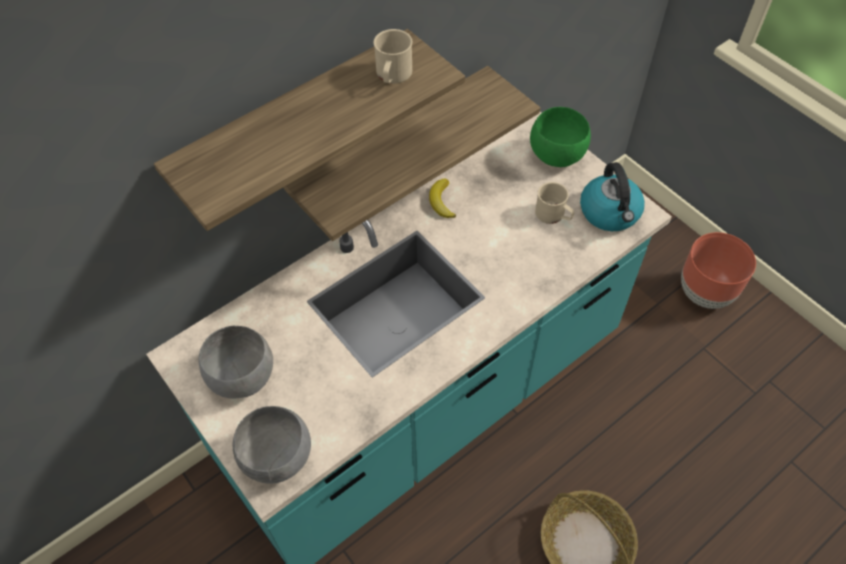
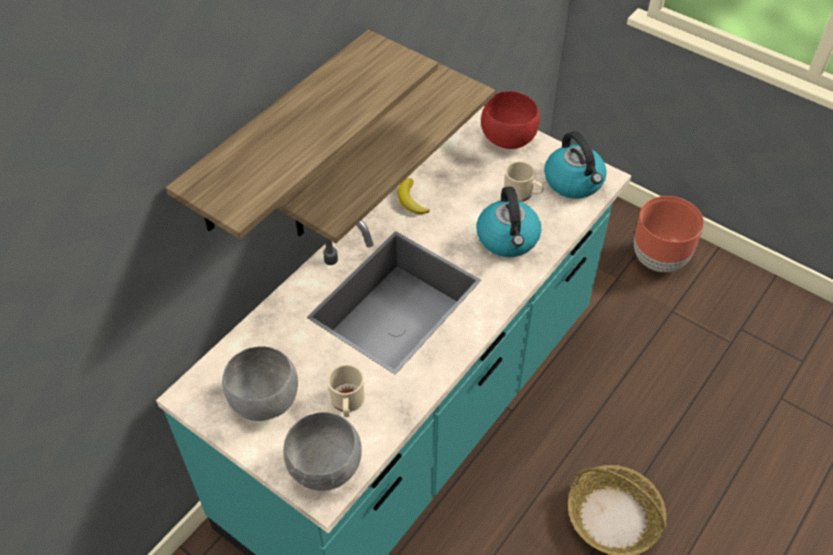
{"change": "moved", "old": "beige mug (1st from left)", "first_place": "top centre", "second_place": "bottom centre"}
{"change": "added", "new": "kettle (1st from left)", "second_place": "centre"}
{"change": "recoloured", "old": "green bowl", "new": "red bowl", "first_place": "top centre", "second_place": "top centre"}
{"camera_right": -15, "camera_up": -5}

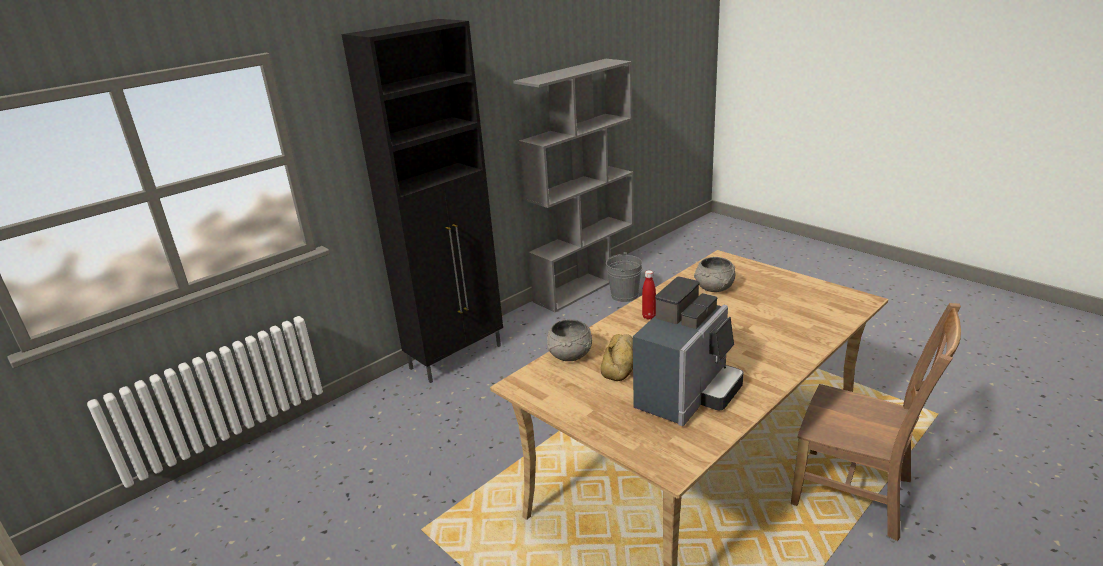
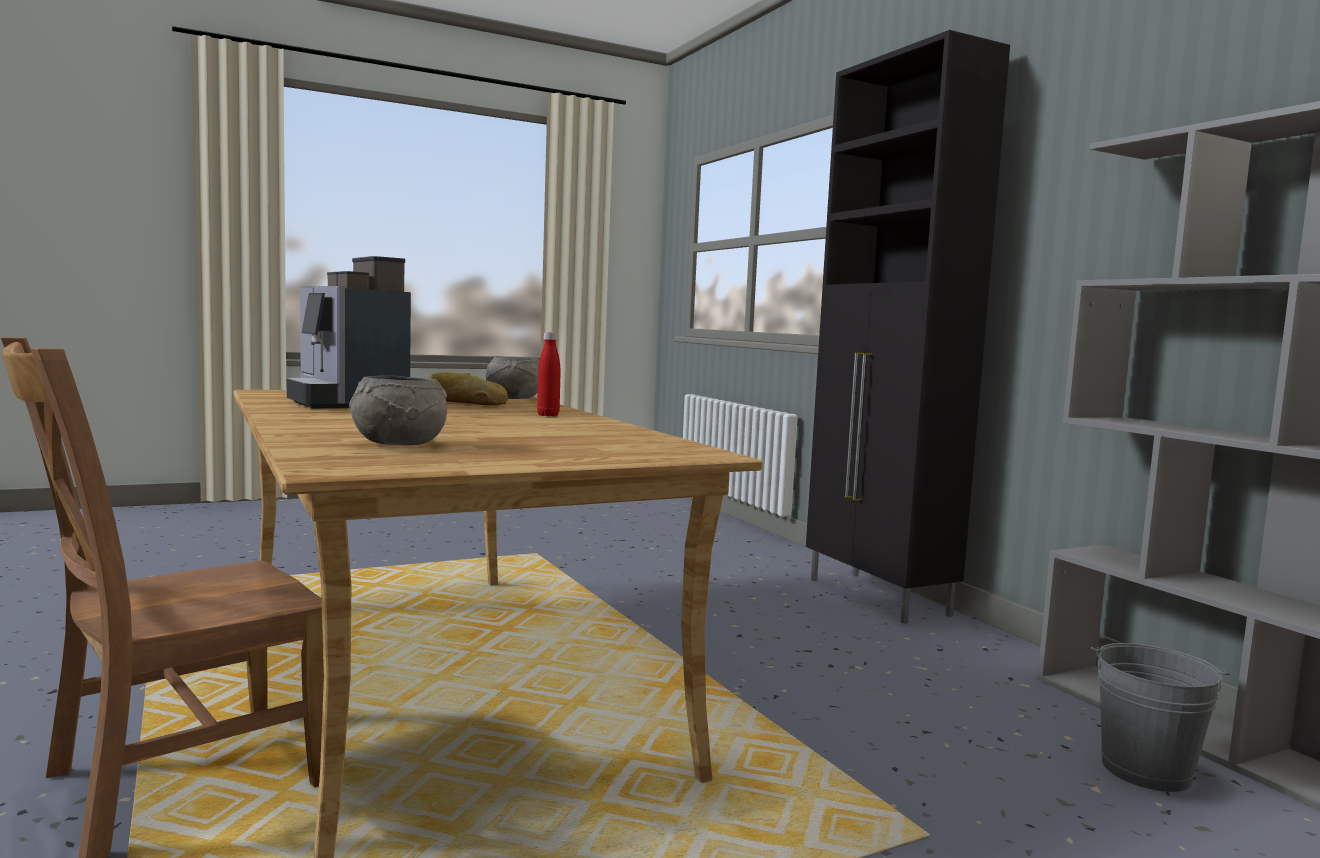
{"change": "moved", "old": "grey bowl (2nd from left in the first image)", "new": "grey bowl (1st from left)", "first_place": "centre", "second_place": "middle left"}
{"camera_right": 105, "camera_up": -20}

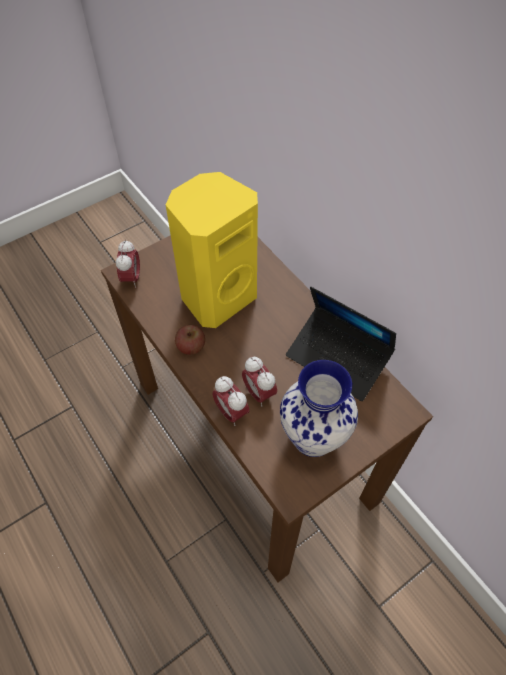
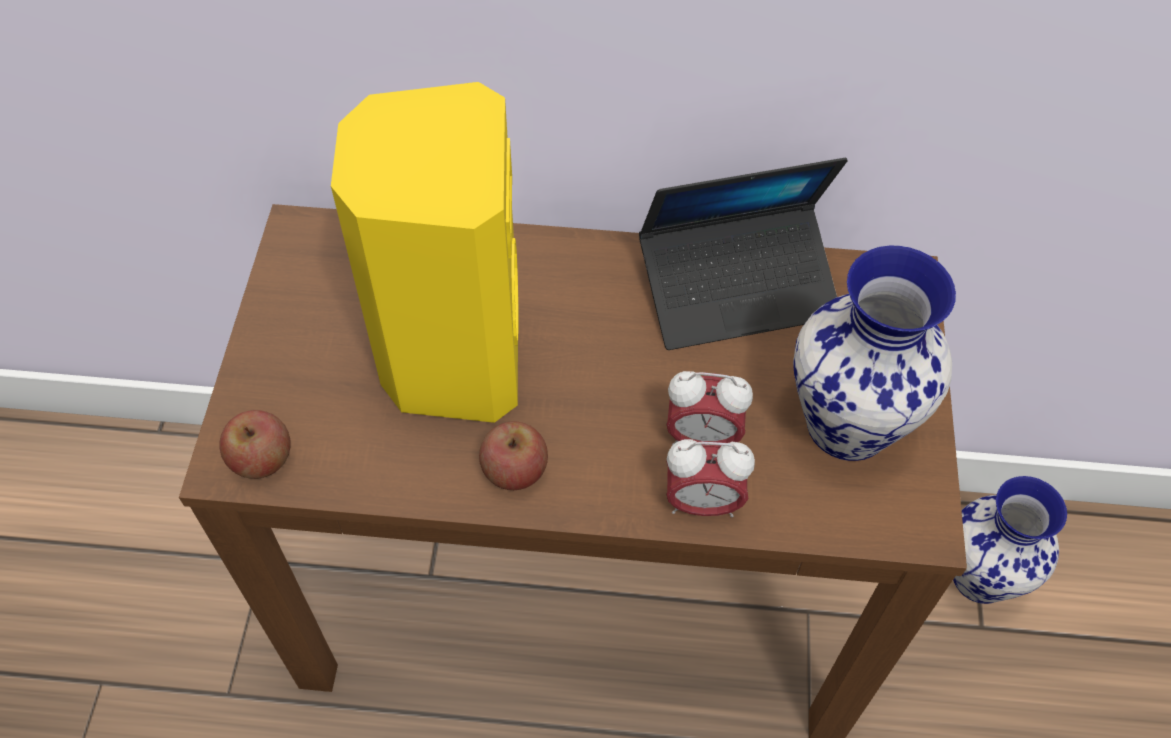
{"change": "replaced", "old": "alarm clock (1st from left)", "new": "apple (1st from left)", "first_place": "middle left", "second_place": "middle left"}
{"change": "added", "new": "vase (2nd from left)", "second_place": "bottom right"}
{"camera_right": -50, "camera_up": 0}

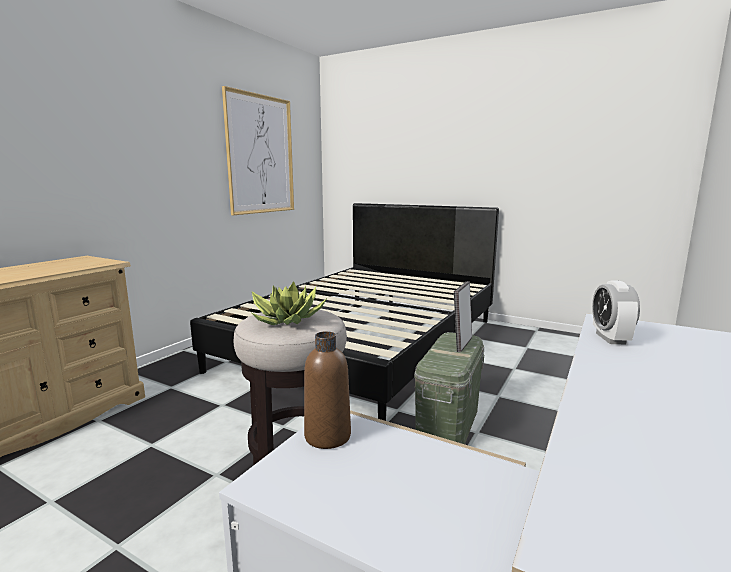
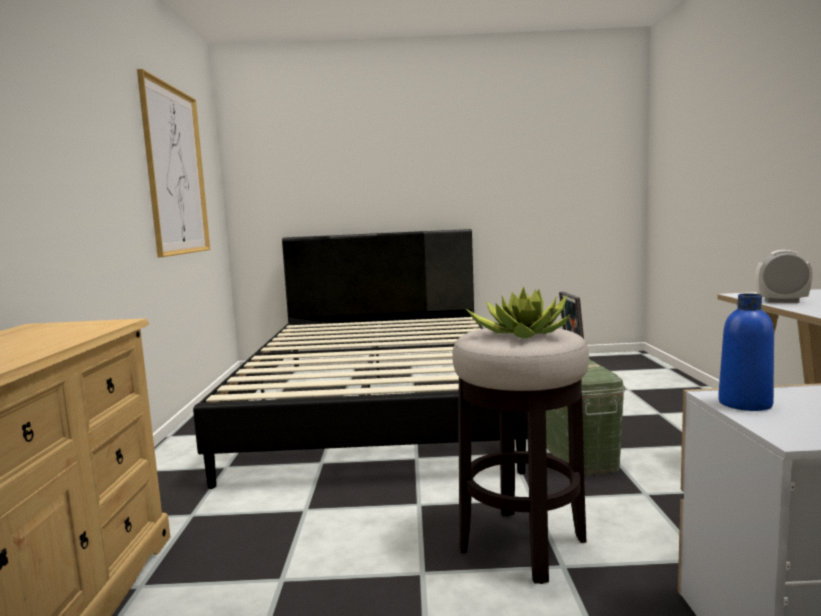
{"change": "recoloured", "old": "brown bottle", "new": "blue bottle", "first_place": "bottom centre", "second_place": "middle right"}
{"change": "turned", "old": "alarm clock", "first_place": "middle right", "second_place": "middle right", "degrees": 135}
{"camera_right": -30, "camera_up": -5}

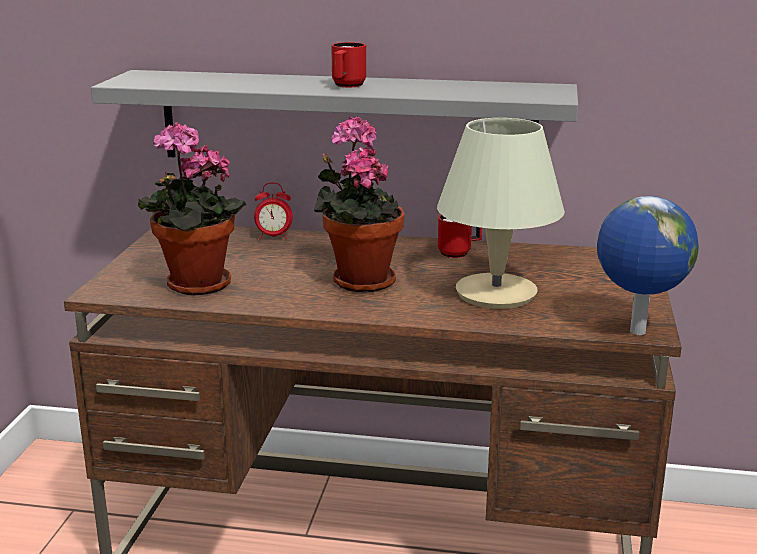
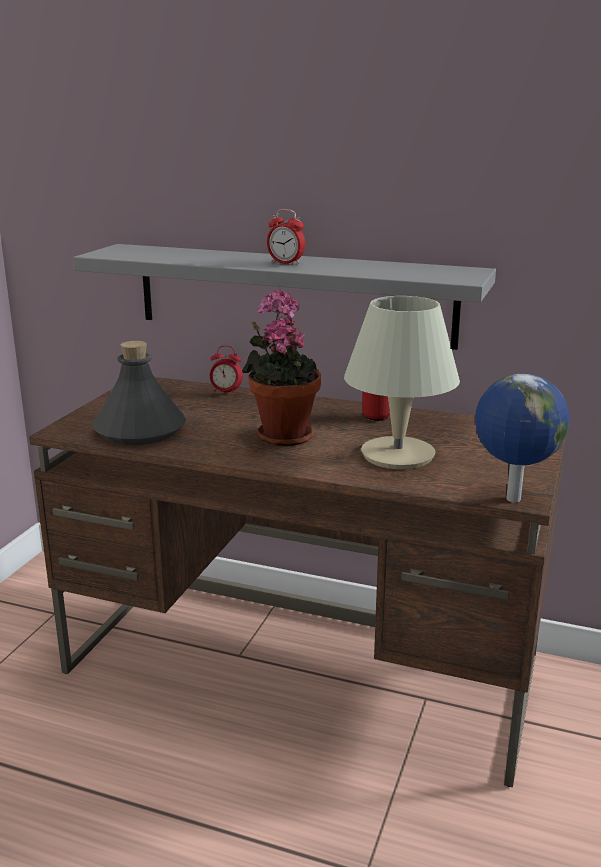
{"change": "replaced", "old": "potted plant (1st from left)", "new": "grey bottle", "first_place": "middle left", "second_place": "middle left"}
{"change": "replaced", "old": "red mug (1st from left)", "new": "alarm clock (2nd from left)", "first_place": "top centre", "second_place": "top centre"}
{"camera_right": 10, "camera_up": 0}

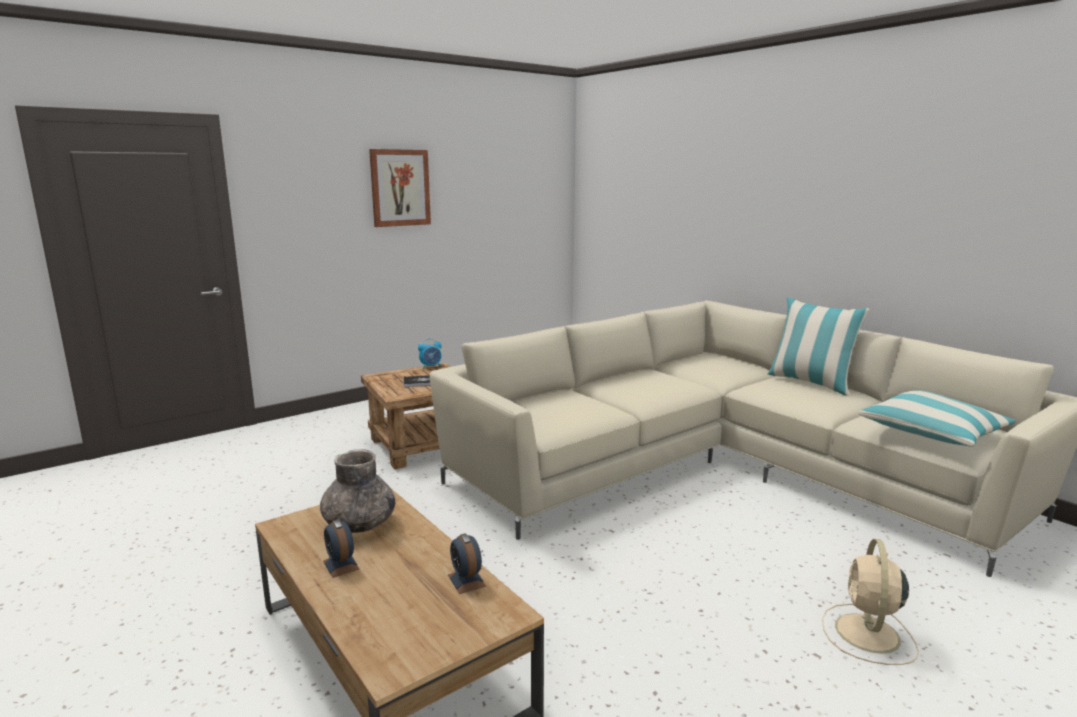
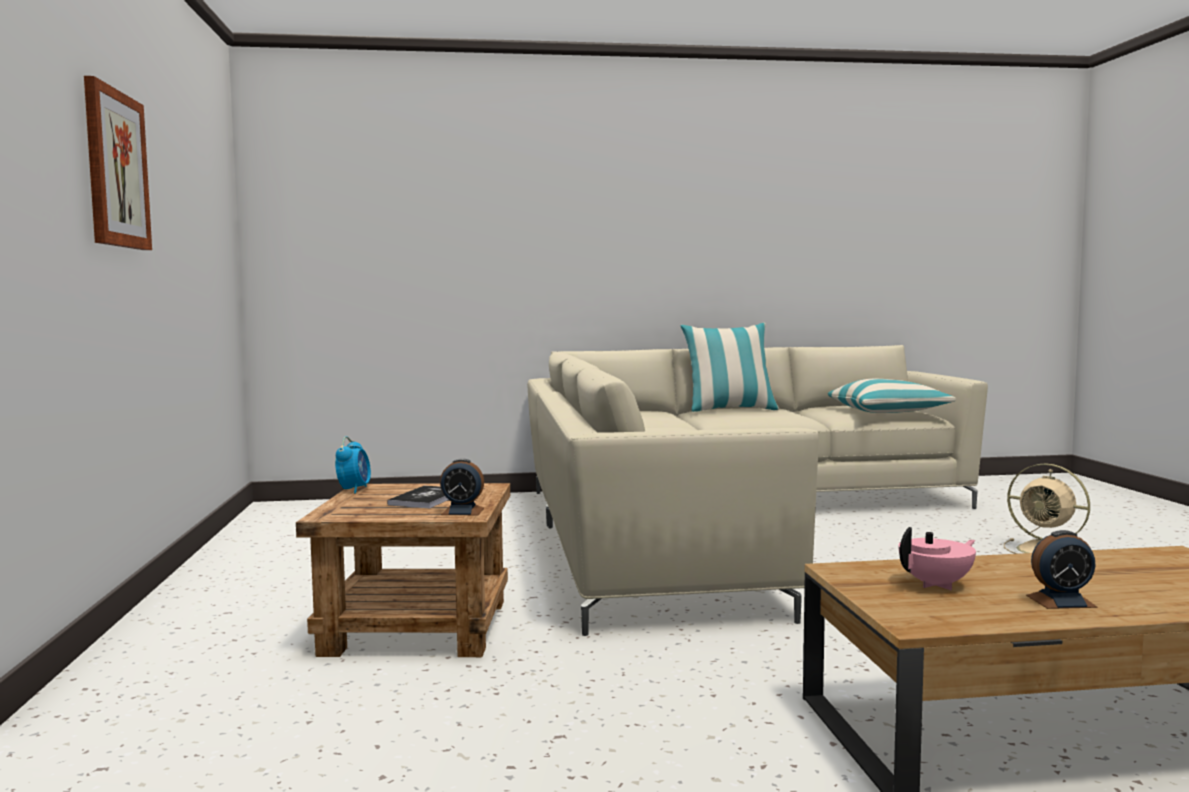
{"change": "moved", "old": "alarm clock (3rd from left in the first image)", "new": "alarm clock (2nd from left)", "first_place": "bottom centre", "second_place": "centre"}
{"change": "replaced", "old": "grey vase", "new": "pink teapot", "first_place": "bottom left", "second_place": "bottom right"}
{"camera_right": -60, "camera_up": -10}

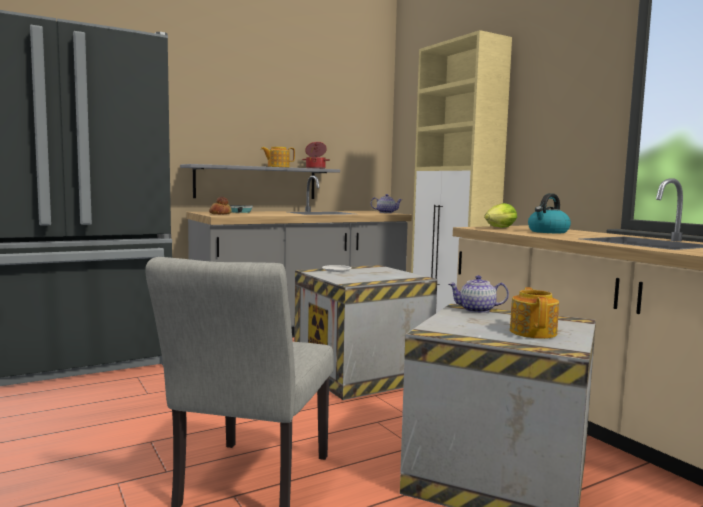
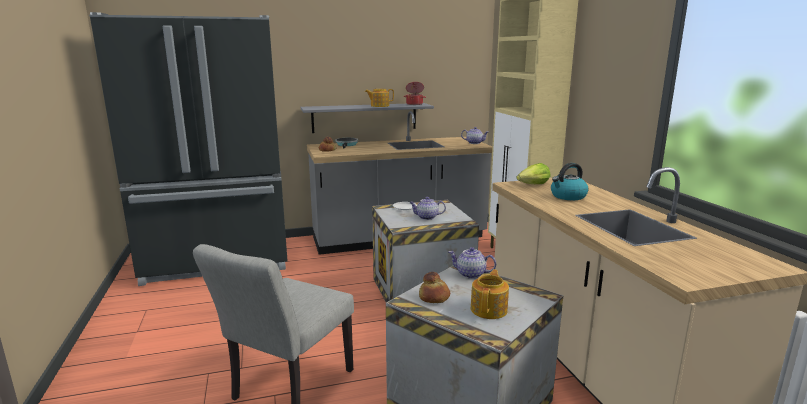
{"change": "added", "new": "teapot (2nd from left)", "second_place": "centre"}
{"change": "added", "new": "bread (2nd from left)", "second_place": "bottom centre"}
{"camera_right": 15, "camera_up": 10}

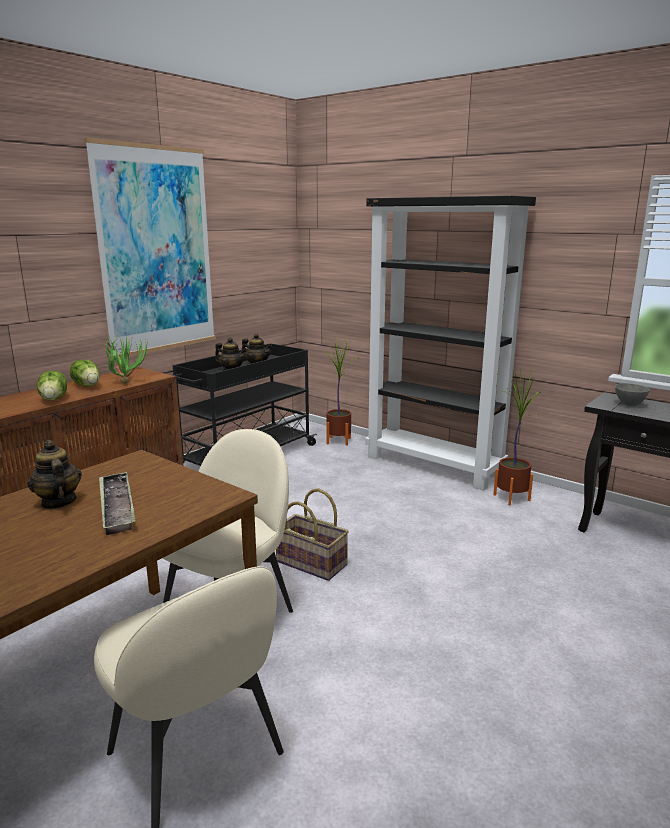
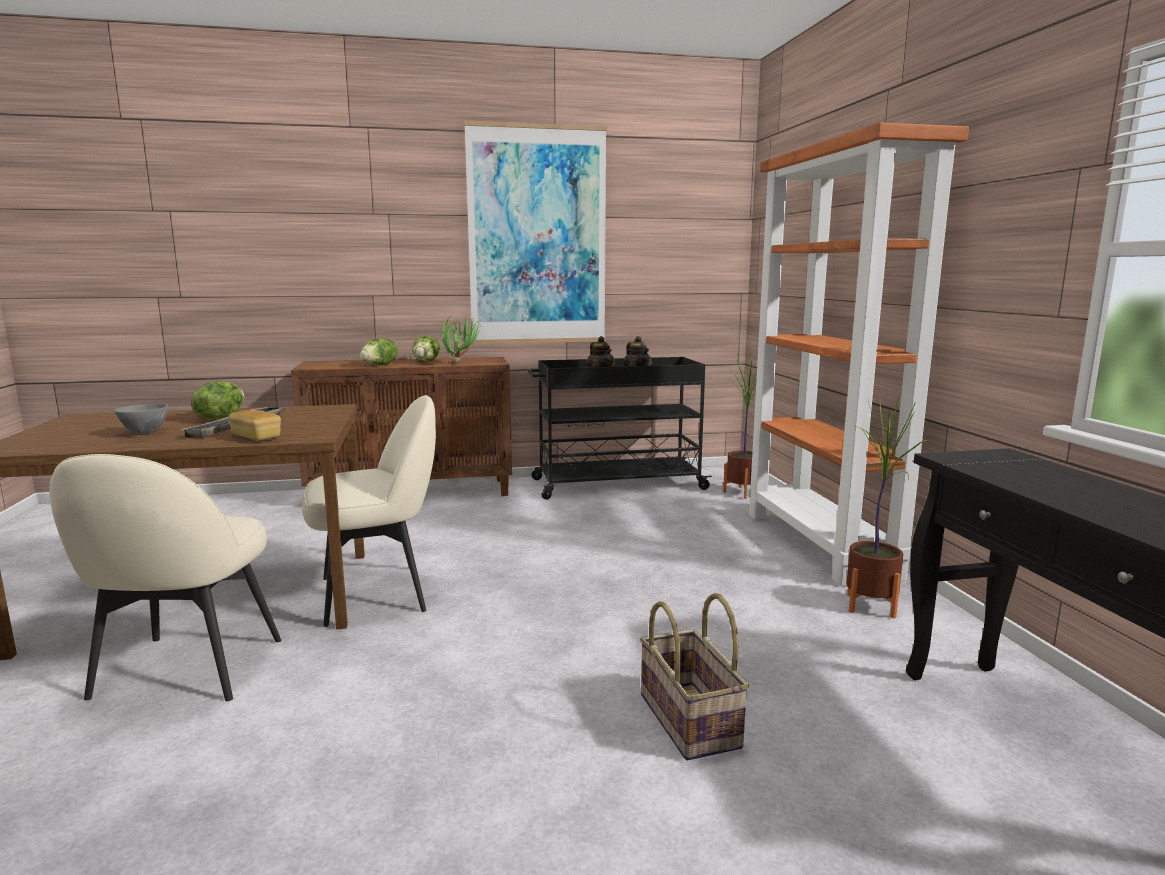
{"change": "moved", "old": "grey bowl", "first_place": "middle right", "second_place": "middle left"}
{"change": "replaced", "old": "teapot (1st from left)", "new": "lettuce (1st from left)", "first_place": "middle left", "second_place": "middle left"}
{"change": "added", "new": "bread", "second_place": "middle left"}
{"change": "moved", "old": "basket", "first_place": "centre", "second_place": "bottom centre"}
{"change": "recoloured", "old": "black bookcase", "new": "orange bookcase", "first_place": "middle right", "second_place": "middle right"}
{"camera_right": 40, "camera_up": -5}

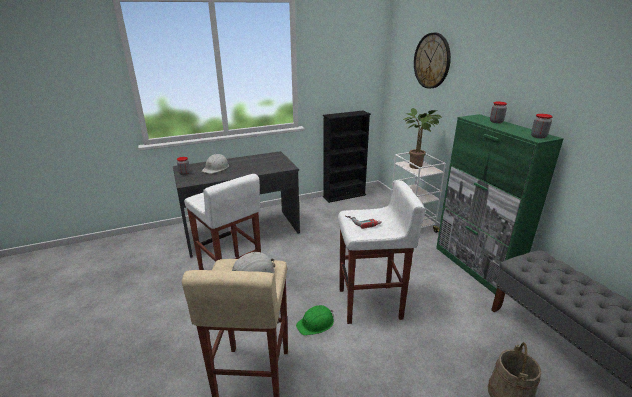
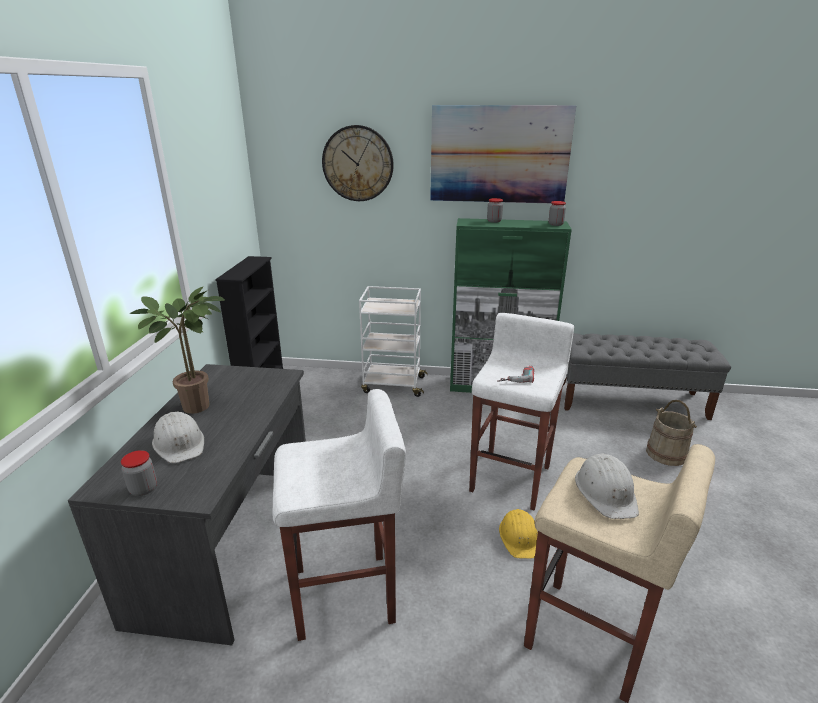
{"change": "moved", "old": "potted plant", "first_place": "middle right", "second_place": "middle left"}
{"change": "added", "new": "picture", "second_place": "top centre"}
{"change": "recoloured", "old": "green hard hat", "new": "yellow hard hat", "first_place": "bottom centre", "second_place": "bottom centre"}
{"camera_right": -60, "camera_up": 0}

